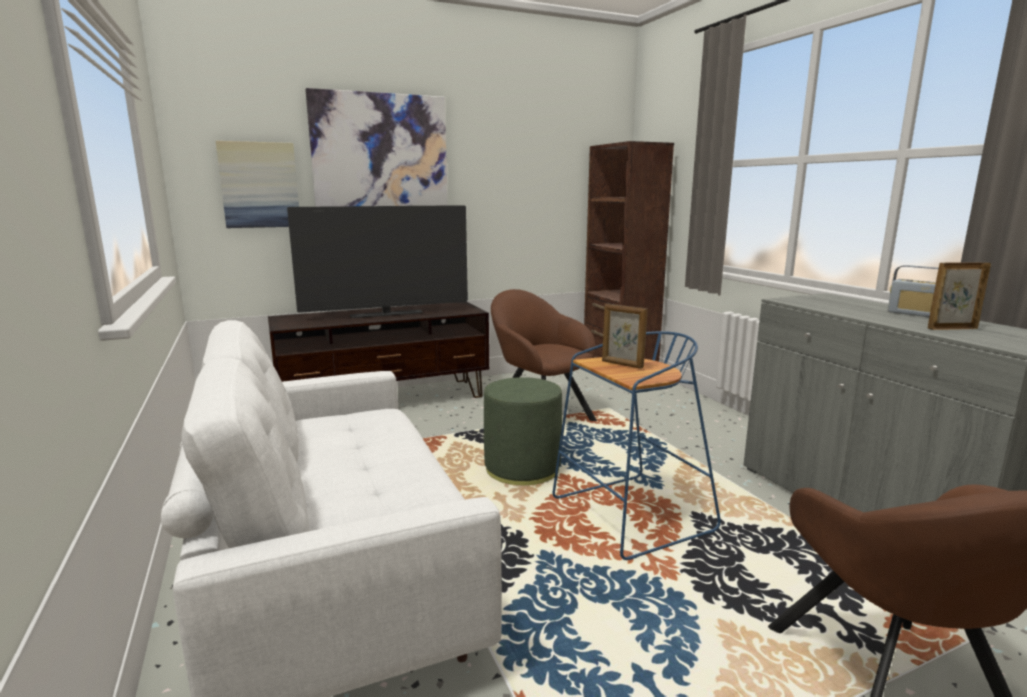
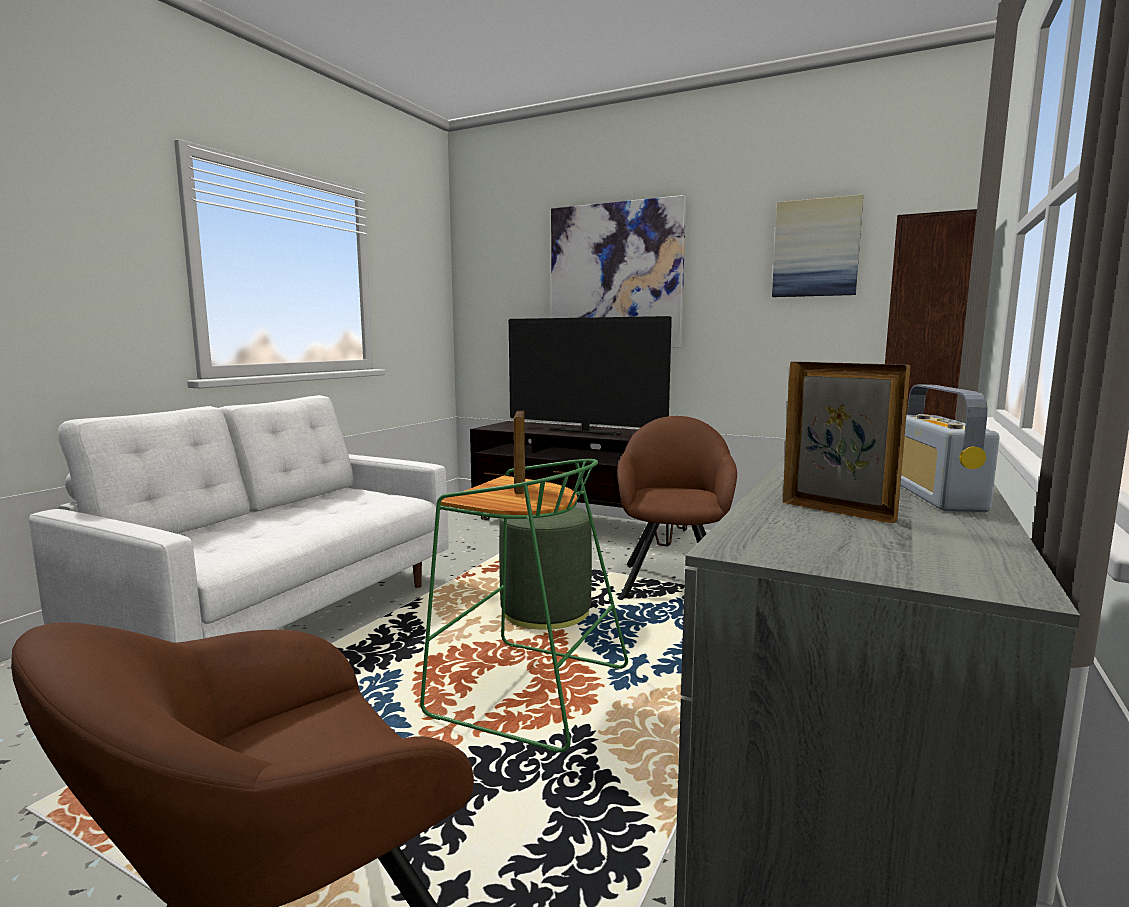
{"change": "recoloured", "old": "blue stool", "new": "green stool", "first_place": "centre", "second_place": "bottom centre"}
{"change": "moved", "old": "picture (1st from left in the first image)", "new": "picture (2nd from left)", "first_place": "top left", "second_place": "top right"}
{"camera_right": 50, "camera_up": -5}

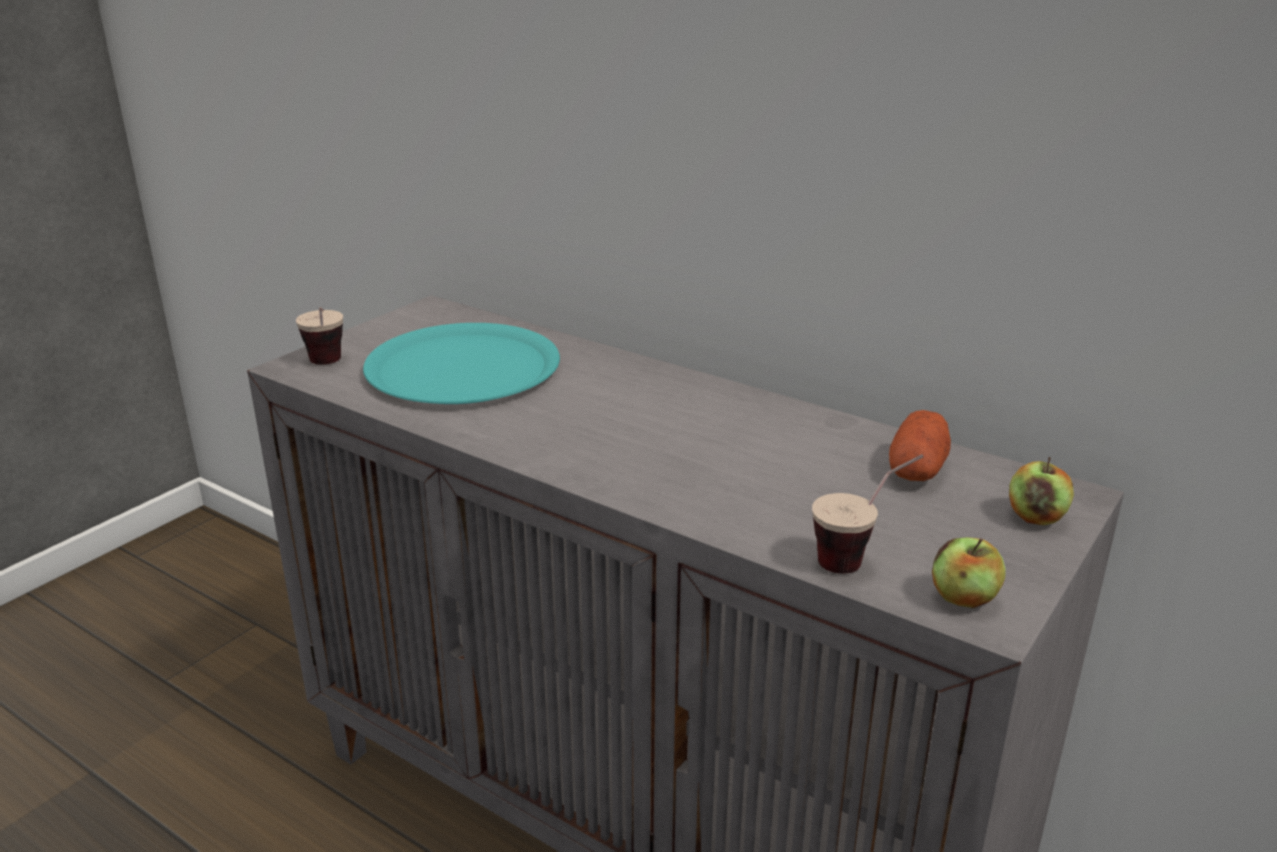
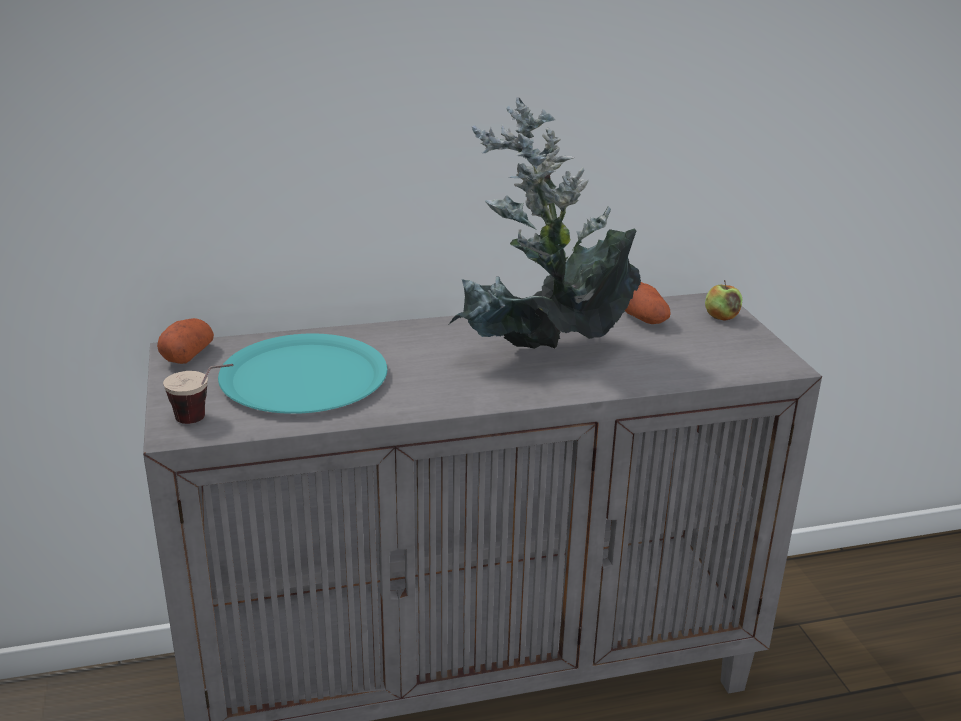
{"change": "added", "new": "potato (1st from left)", "second_place": "middle left"}
{"change": "added", "new": "potted plant", "second_place": "top centre"}
{"change": "removed", "old": "cup (2nd from left)", "first_place": "middle right"}
{"change": "removed", "old": "apple (1st from left)", "first_place": "bottom right"}
{"camera_right": -50, "camera_up": 0}

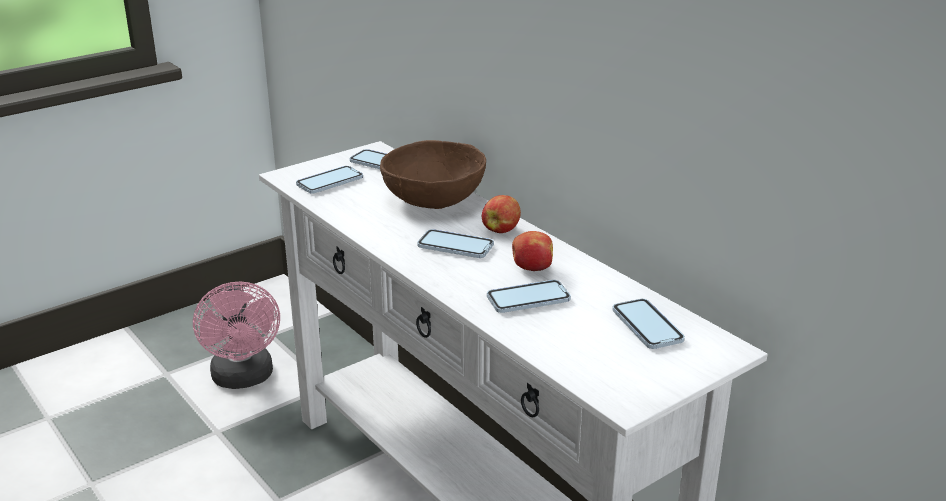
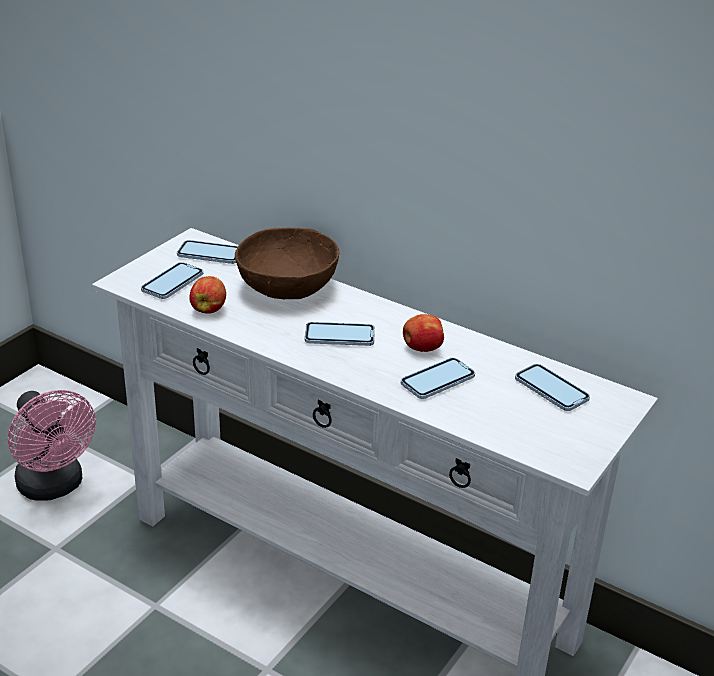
{"change": "moved", "old": "apple (1st from left)", "first_place": "centre", "second_place": "middle left"}
{"camera_right": -20, "camera_up": 5}

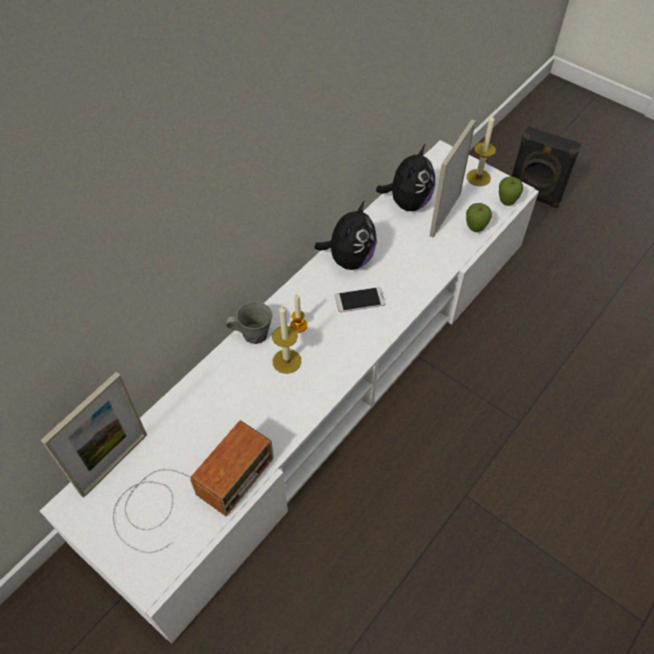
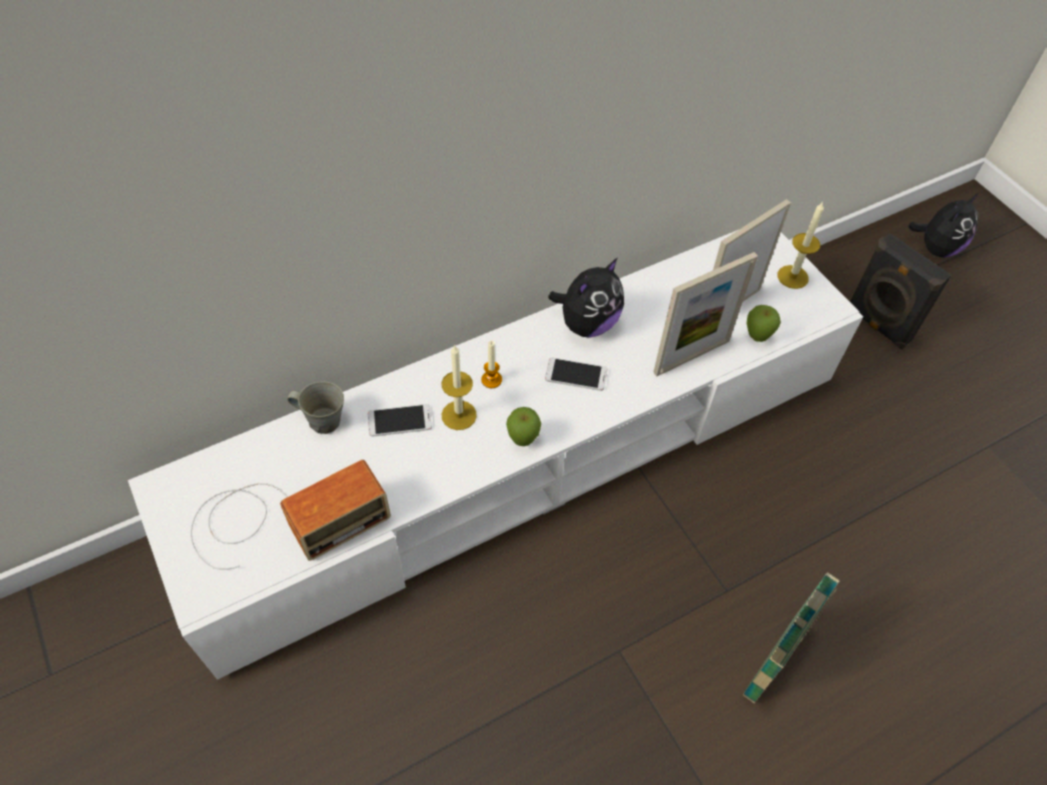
{"change": "moved", "old": "grey mug", "first_place": "centre", "second_place": "middle left"}
{"change": "added", "new": "phone (1st from left)", "second_place": "centre"}
{"change": "moved", "old": "apple (2nd from left in the first image)", "new": "apple (1st from left)", "first_place": "top right", "second_place": "centre"}
{"change": "moved", "old": "picture frame (1st from left)", "first_place": "middle left", "second_place": "middle right"}
{"change": "added", "new": "basket", "second_place": "bottom right"}
{"change": "moved", "old": "plush toy (2nd from left)", "first_place": "top centre", "second_place": "top right"}
{"camera_right": 20, "camera_up": 0}

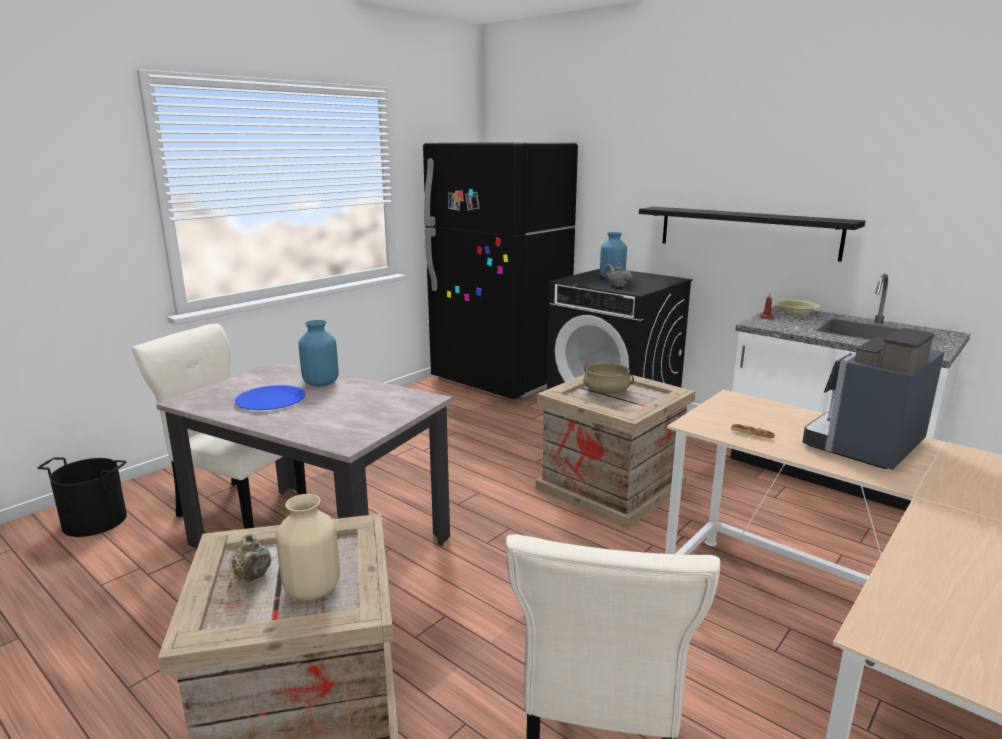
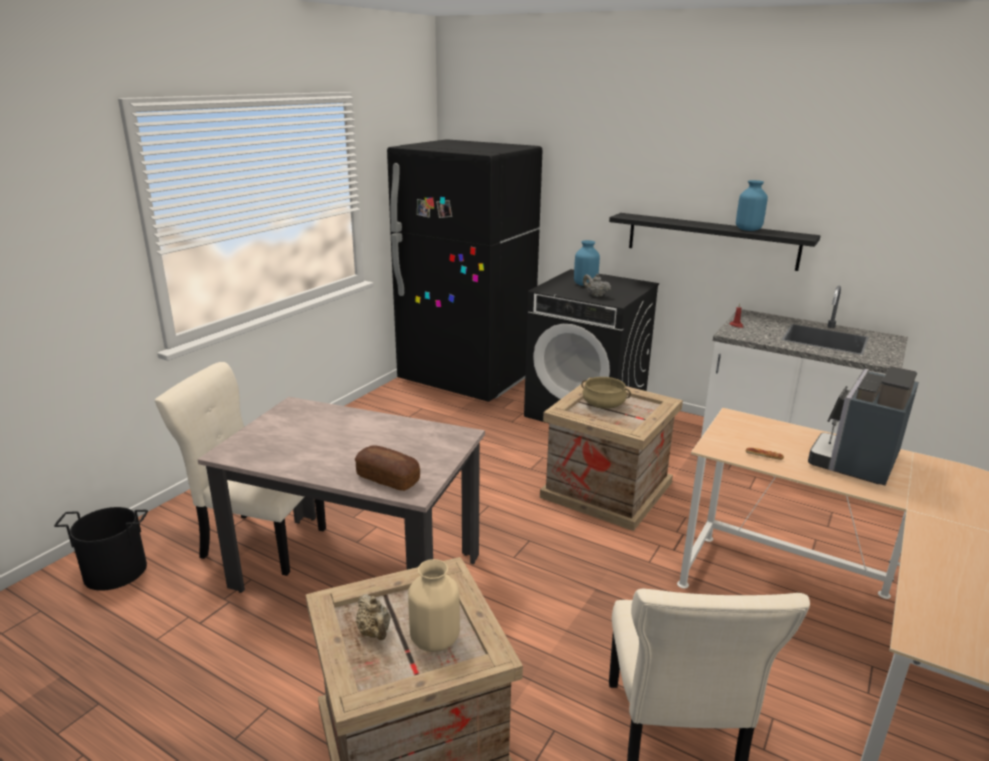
{"change": "added", "new": "bread (1st from left)", "second_place": "centre"}
{"change": "moved", "old": "blue vase (1st from left in the first image)", "new": "blue vase (2nd from left)", "first_place": "middle left", "second_place": "top right"}
{"change": "removed", "old": "blue plate", "first_place": "middle left"}
{"change": "removed", "old": "yellow bowl", "first_place": "middle right"}
{"camera_right": -10, "camera_up": 5}

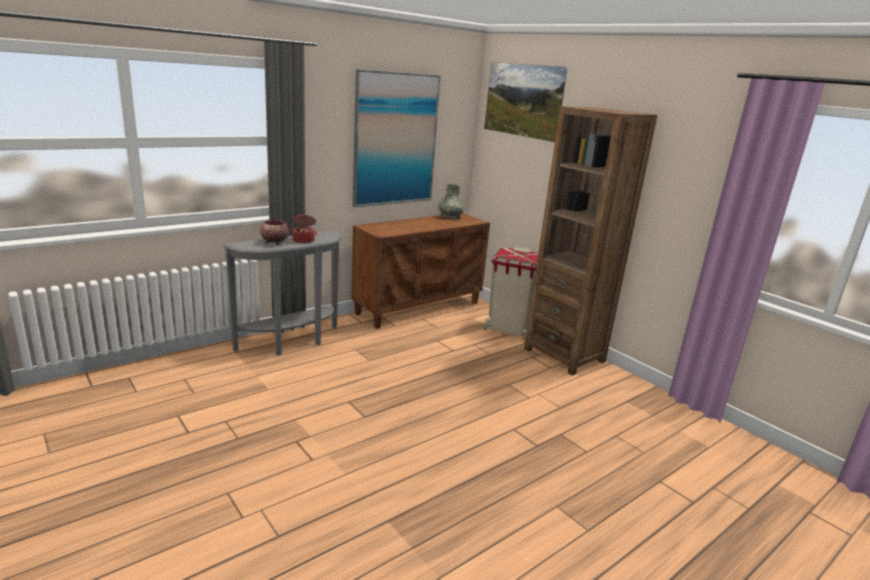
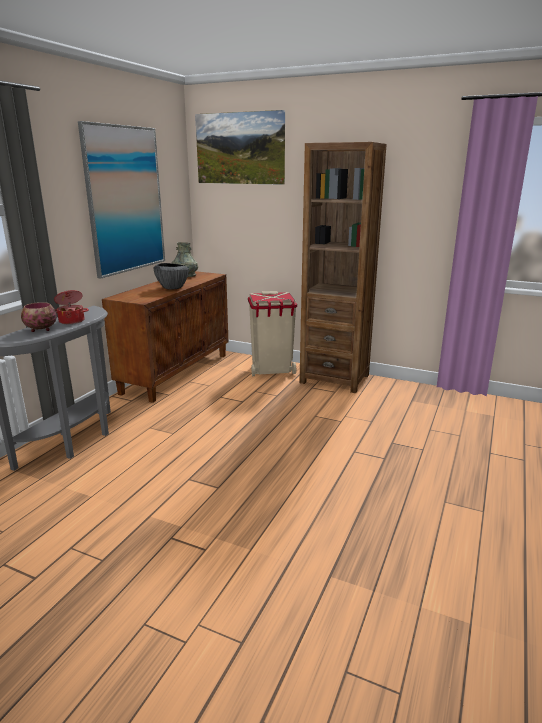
{"change": "added", "new": "bowl (2nd from left)", "second_place": "middle left"}
{"camera_right": -25, "camera_up": 0}

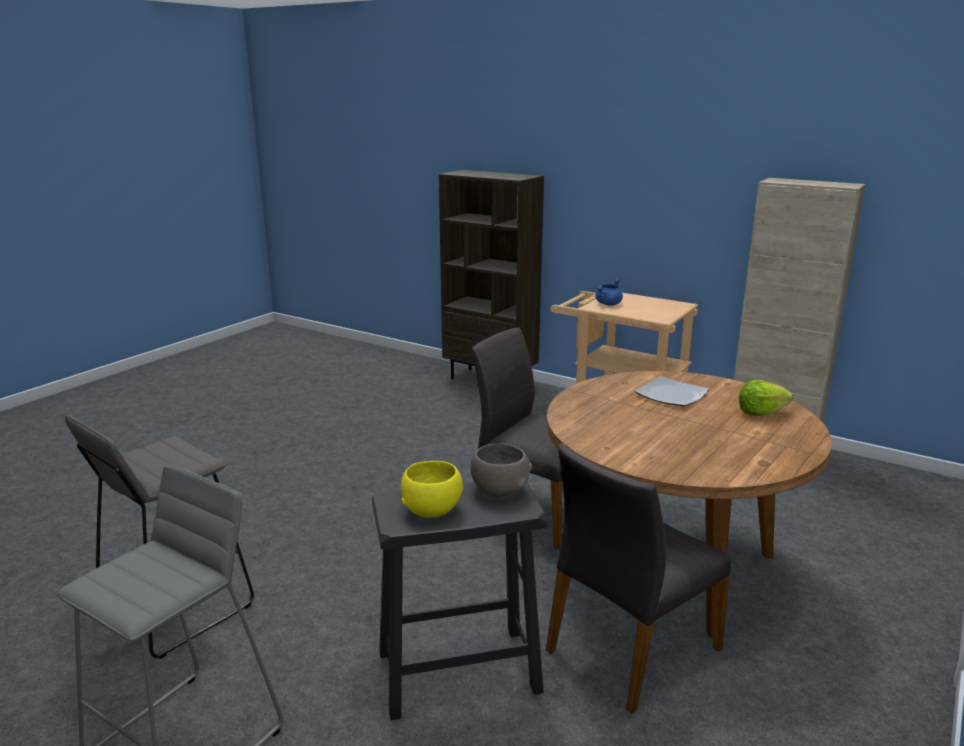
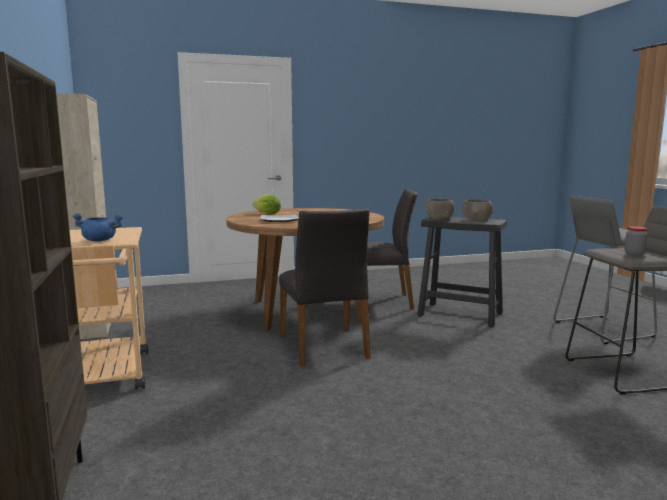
{"change": "recoloured", "old": "yellow bowl", "new": "grey bowl (2nd from left)", "first_place": "centre", "second_place": "middle right"}
{"change": "added", "new": "jar", "second_place": "middle right"}
{"camera_right": -140, "camera_up": -10}

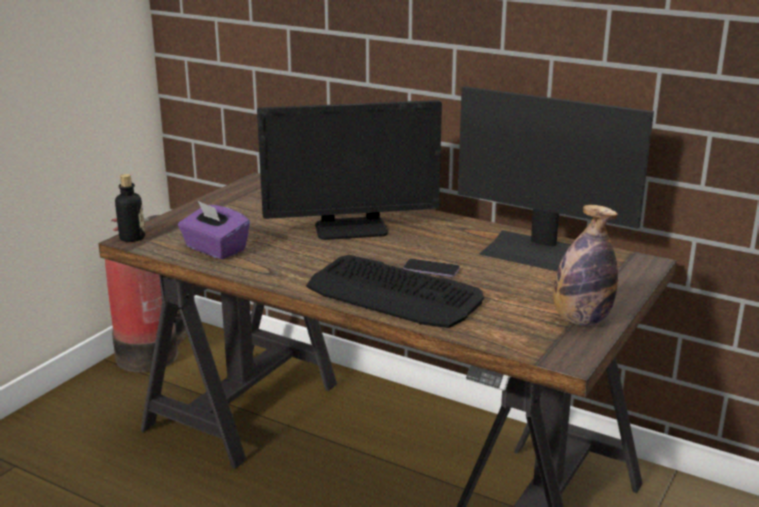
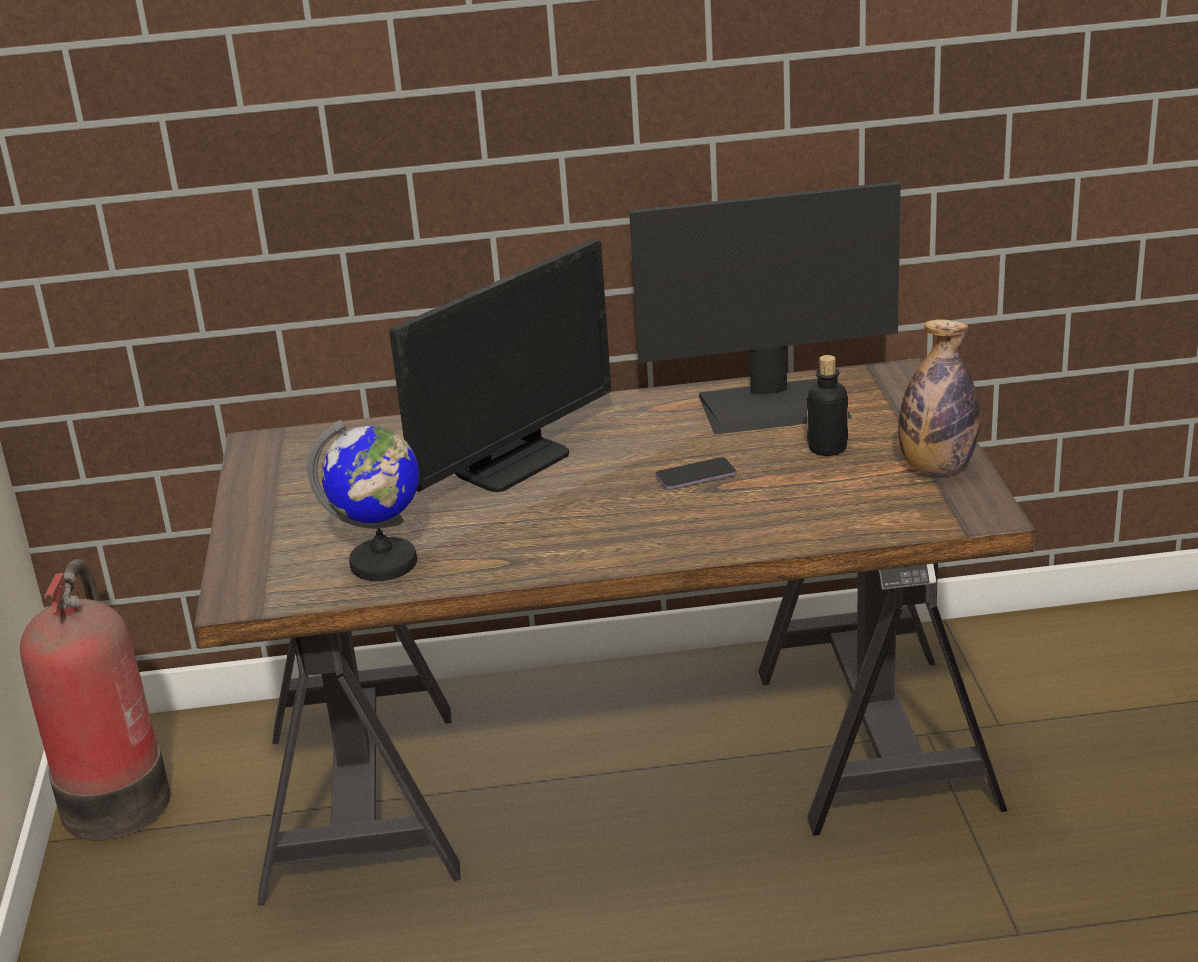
{"change": "replaced", "old": "purple tissue box", "new": "globe", "first_place": "middle left", "second_place": "middle left"}
{"change": "moved", "old": "bottle (1st from left)", "first_place": "middle left", "second_place": "middle right"}
{"change": "removed", "old": "keyboard", "first_place": "centre"}
{"camera_right": -35, "camera_up": 5}

